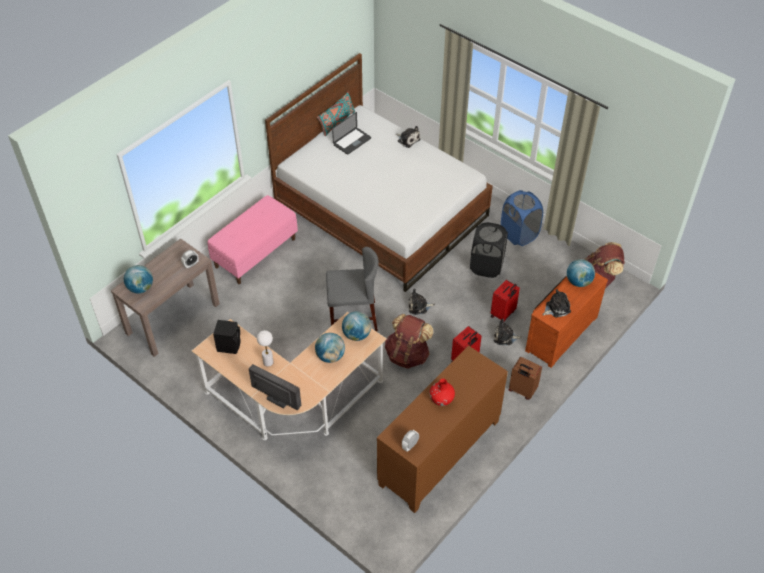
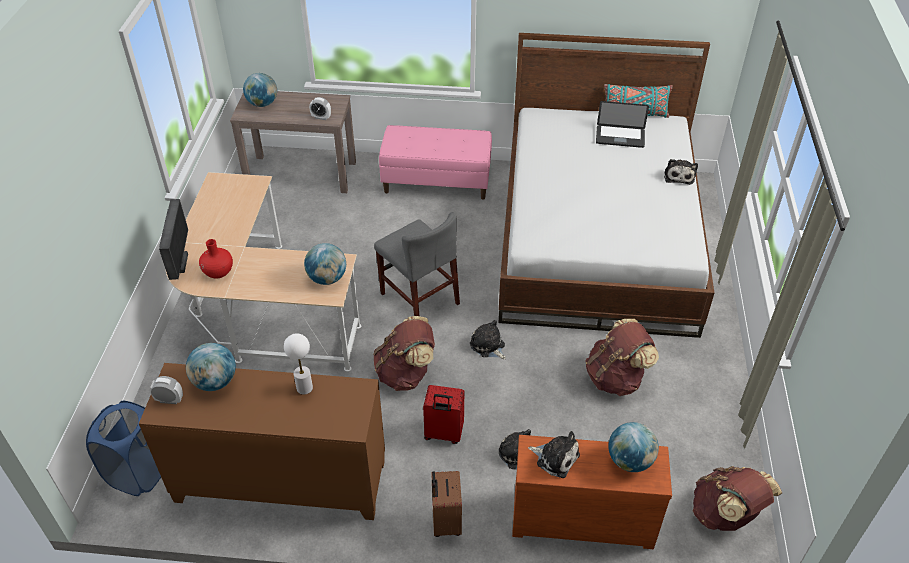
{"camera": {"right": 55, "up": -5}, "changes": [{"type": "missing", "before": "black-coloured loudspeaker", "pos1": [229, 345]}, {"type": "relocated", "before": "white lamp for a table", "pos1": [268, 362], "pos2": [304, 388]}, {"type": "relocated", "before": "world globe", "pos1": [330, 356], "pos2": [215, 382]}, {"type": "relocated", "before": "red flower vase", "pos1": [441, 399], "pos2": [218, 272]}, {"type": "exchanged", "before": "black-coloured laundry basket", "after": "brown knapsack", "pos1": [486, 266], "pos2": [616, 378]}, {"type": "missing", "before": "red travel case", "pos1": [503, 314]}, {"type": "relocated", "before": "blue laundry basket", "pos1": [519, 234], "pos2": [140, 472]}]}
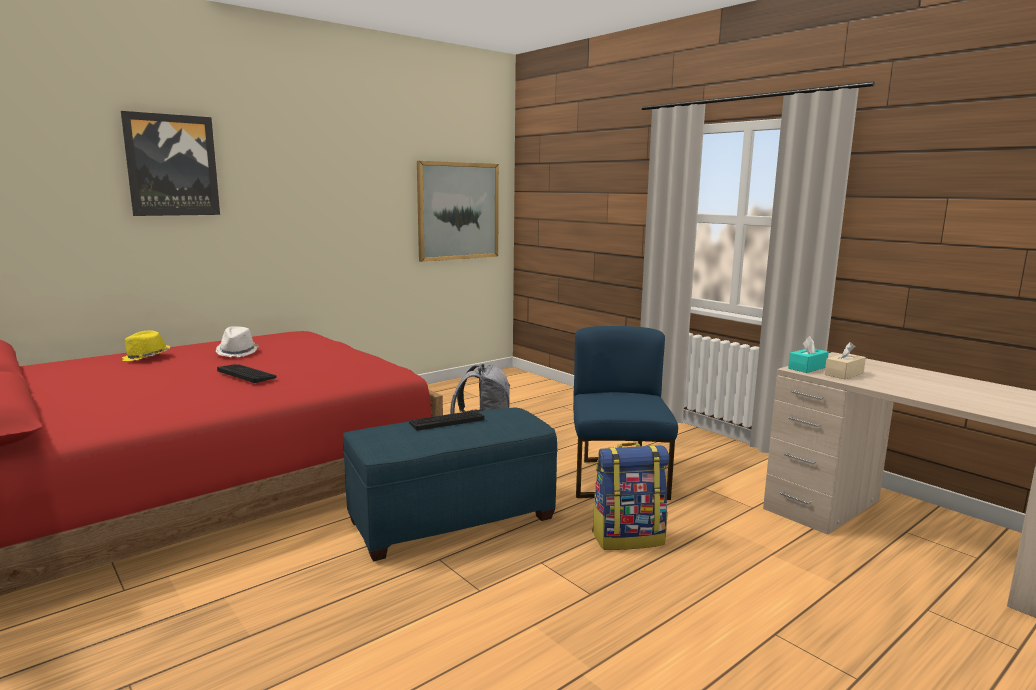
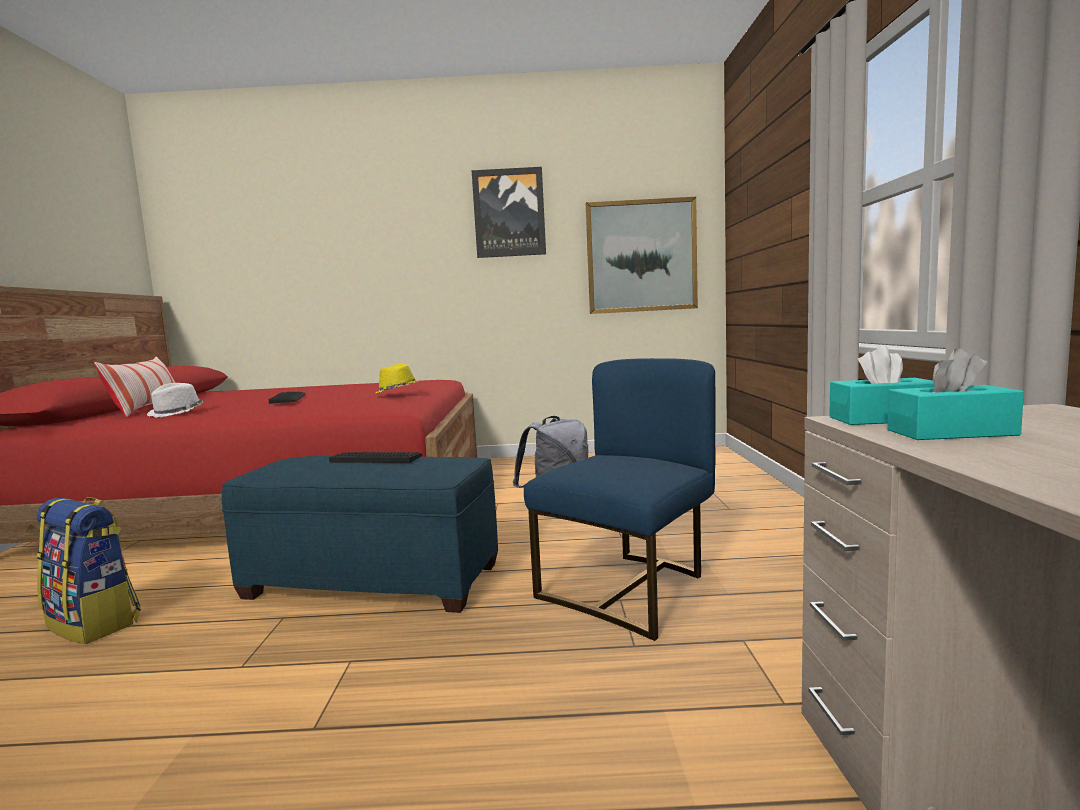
{"camera": {"right": 40, "up": -5}, "changes": [{"type": "relocated", "before": "picture", "pos1": [172, 165], "pos2": [509, 213]}, {"type": "relocated", "before": "yellow-coloured hat", "pos1": [146, 358], "pos2": [397, 392]}, {"type": "relocated", "before": "white hat", "pos1": [238, 352], "pos2": [177, 413]}, {"type": "relocated", "before": "knapsack", "pos1": [628, 538], "pos2": [95, 623]}, {"type": "colour", "before": "sand-coloured box of tissues", "after": "turquoise-coloured box of tissues", "pos1": [844, 374], "pos2": [951, 432]}, {"type": "appeared", "after": "pillow", "pos2": [147, 409]}]}
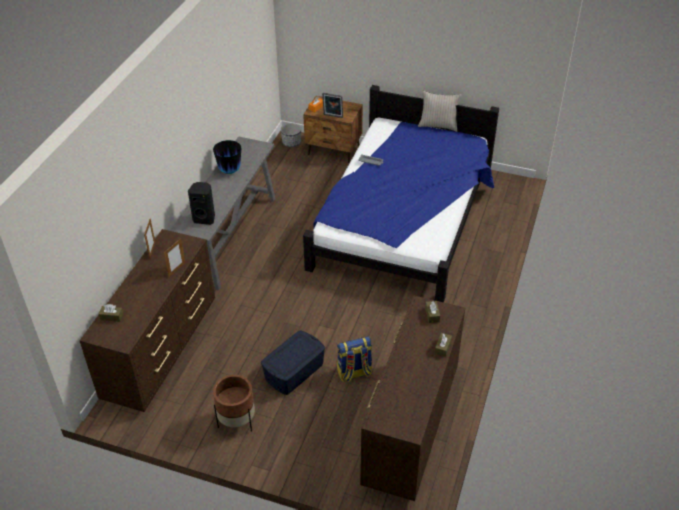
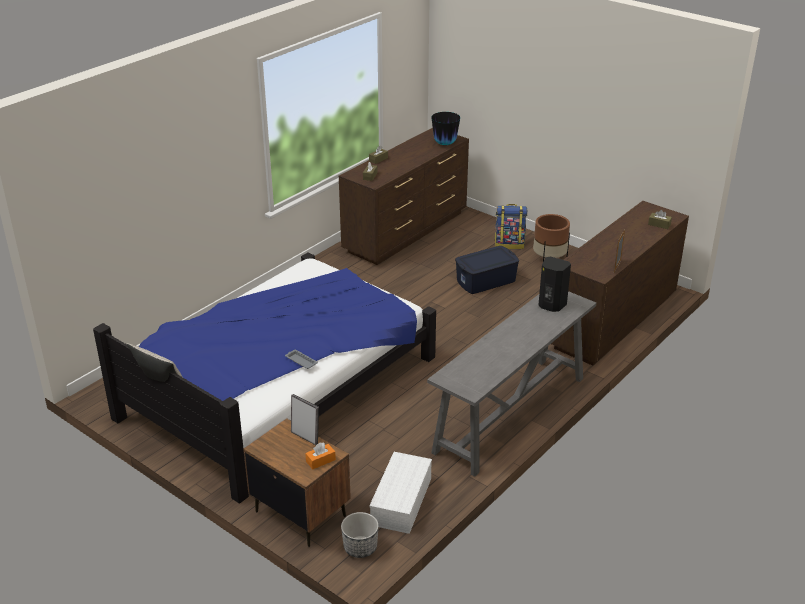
{"camera": {"right": -160, "up": -10}, "changes": [{"type": "missing", "before": "photo frame", "pos1": [177, 269]}, {"type": "relocated", "before": "flower vase", "pos1": [229, 171], "pos2": [445, 144]}, {"type": "relocated", "before": "knapsack", "pos1": [354, 373], "pos2": [509, 244]}, {"type": "appeared", "after": "white storage bin", "pos2": [402, 502]}]}
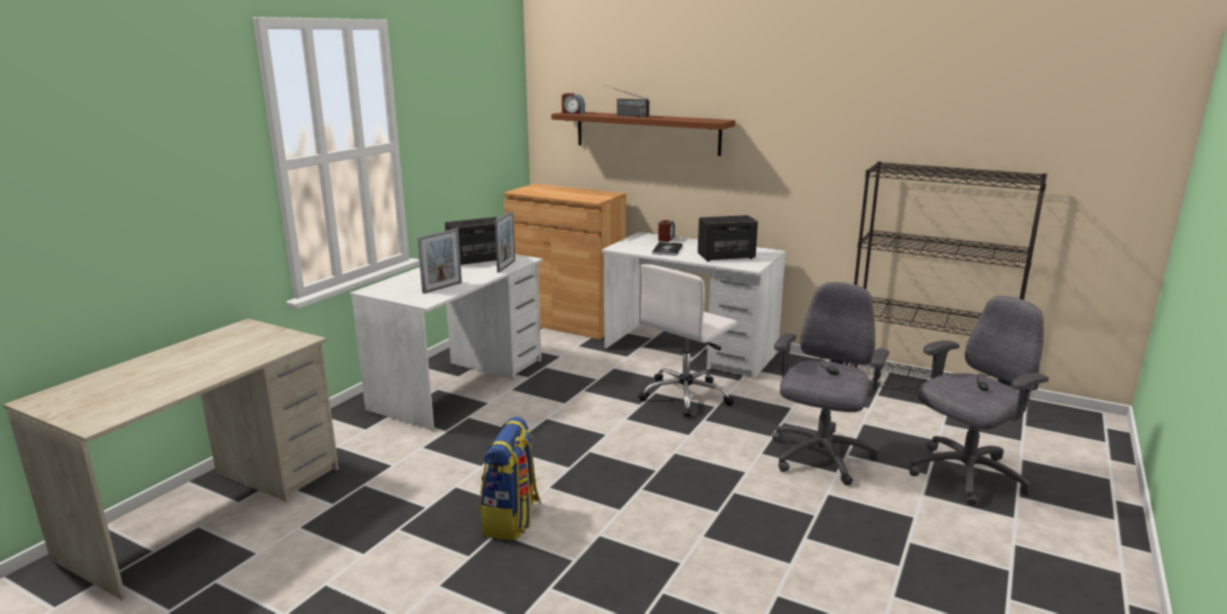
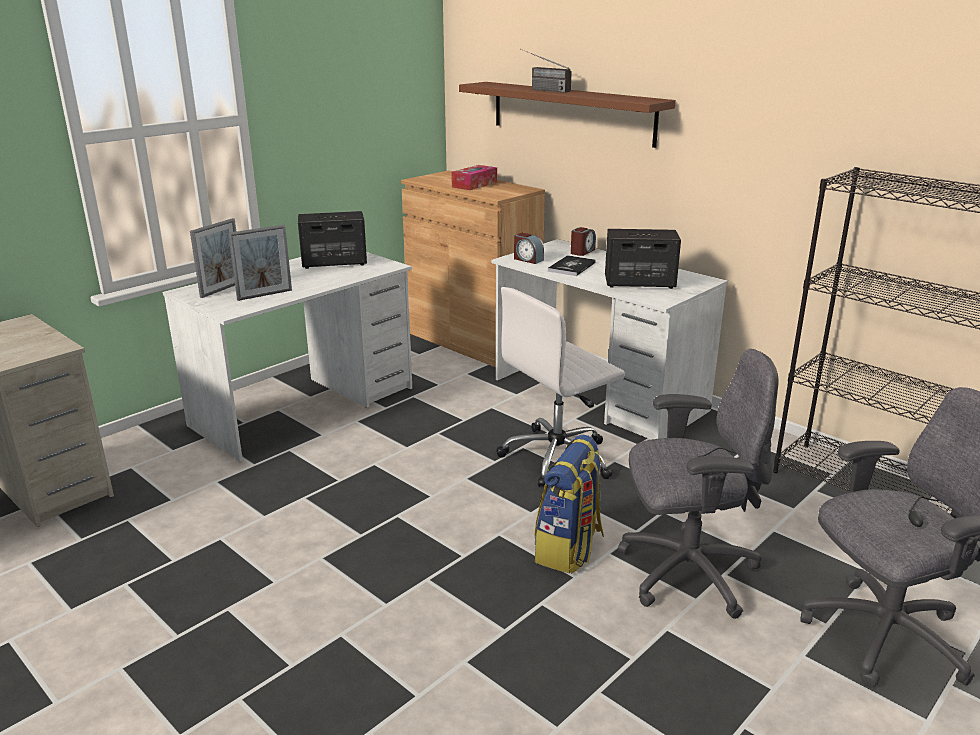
{"camera": {"right": 15, "up": 5}, "changes": [{"type": "relocated", "before": "knapsack", "pos1": [512, 520], "pos2": [569, 549]}, {"type": "relocated", "before": "photo frame", "pos1": [506, 266], "pos2": [222, 289]}, {"type": "relocated", "before": "alarm clock", "pos1": [572, 113], "pos2": [527, 259]}, {"type": "spun", "before": "gray computer chair", "pos1": [820, 457], "pos2": [685, 572], "turn": 45}, {"type": "appeared", "after": "box of tissues", "pos2": [474, 184]}]}
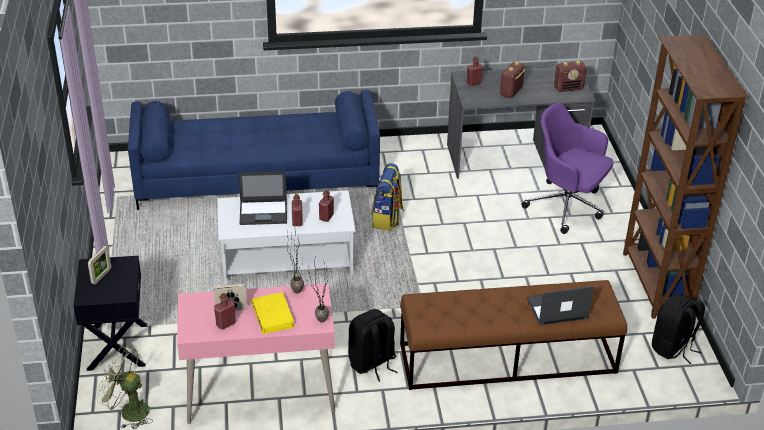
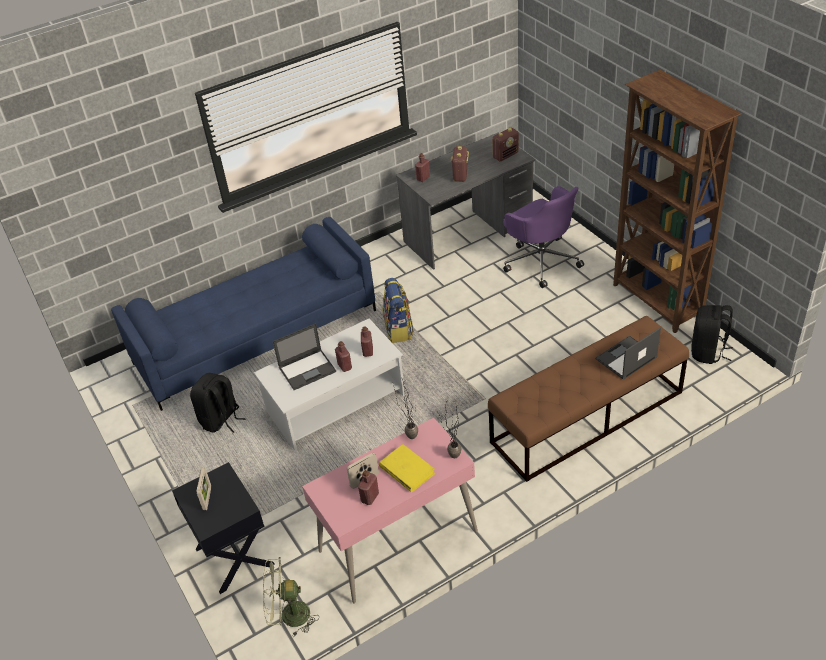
{"camera": {"right": -20, "up": 5}, "changes": [{"type": "relocated", "before": "black-coloured knapsack", "pos1": [372, 363], "pos2": [221, 420]}, {"type": "spun", "before": "purple computer chair", "pos1": [567, 207], "pos2": [541, 260], "turn": -135}]}
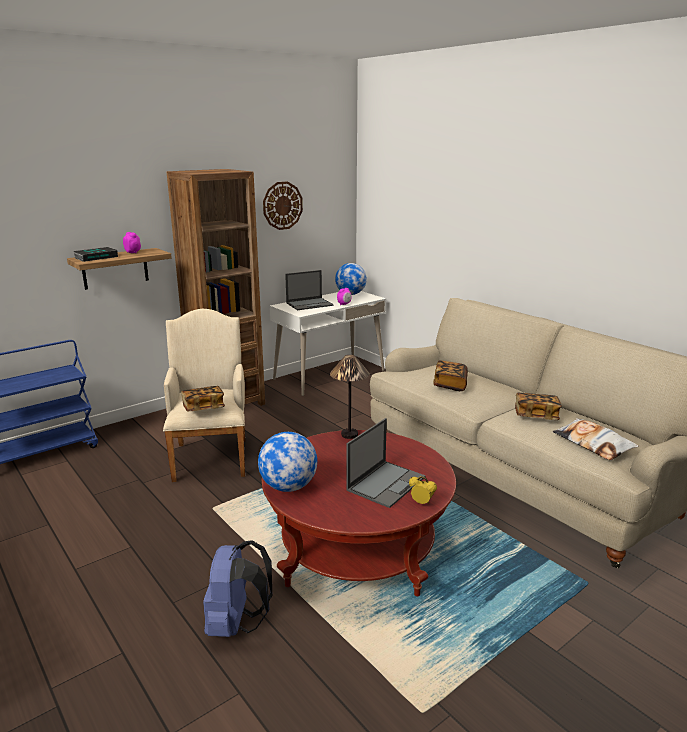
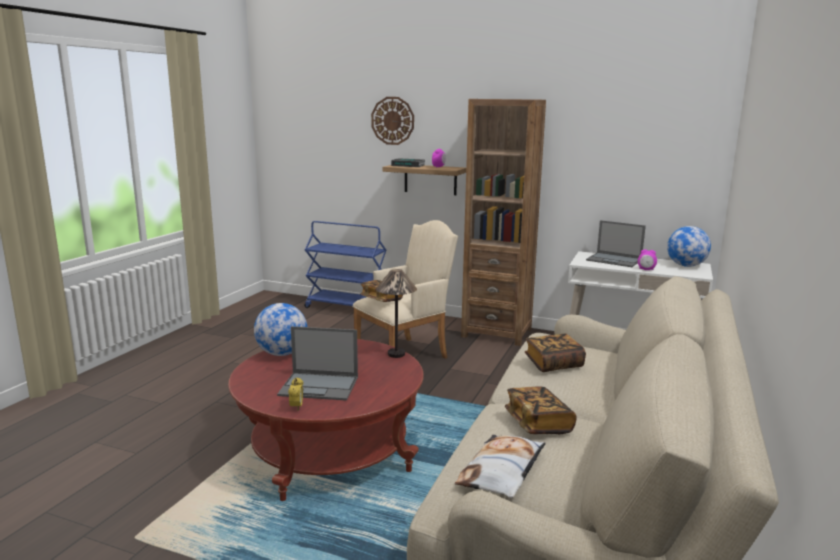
{"camera": {"right": 60, "up": -5}, "changes": [{"type": "missing", "before": "blue knapsack", "pos1": [236, 624]}, {"type": "relocated", "before": "clock on the wall", "pos1": [282, 205], "pos2": [392, 120]}]}
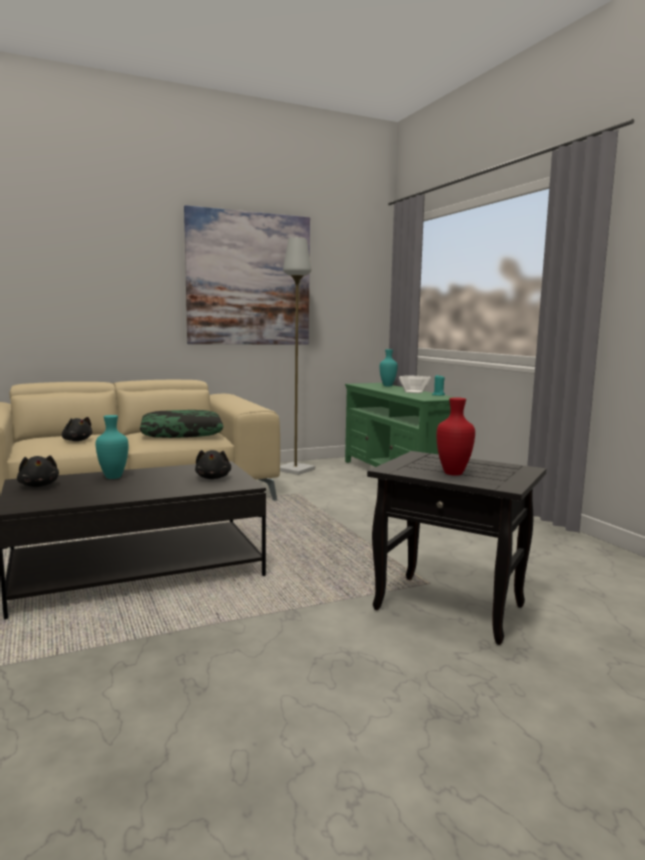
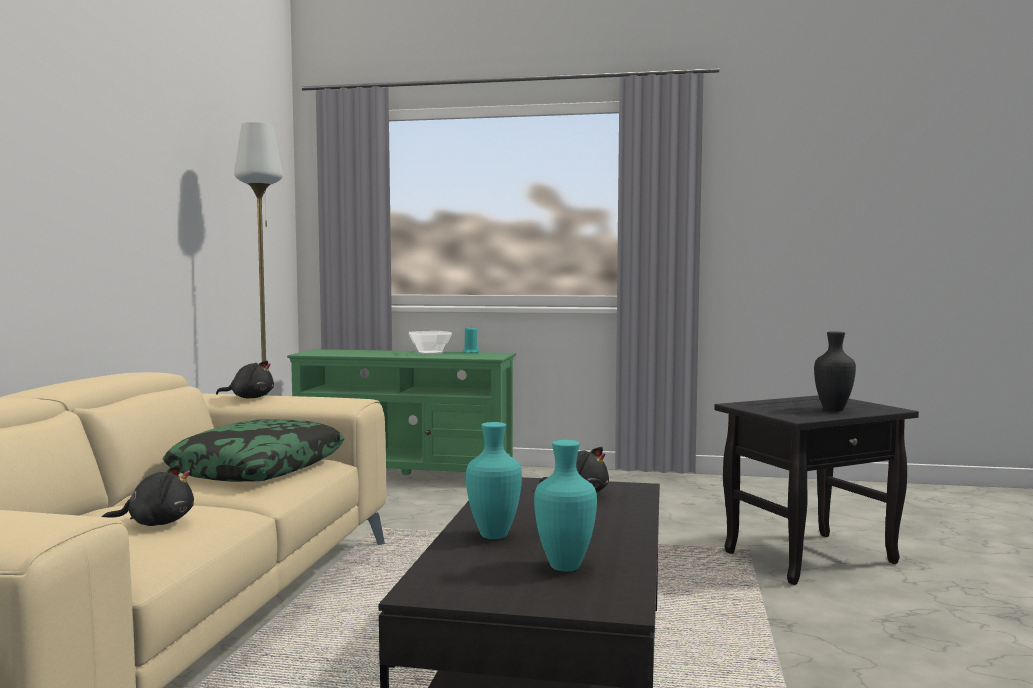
{"camera": {"right": -55, "up": -5}, "changes": [{"type": "relocated", "before": "black-coloured cuddly toy", "pos1": [39, 485], "pos2": [250, 398]}, {"type": "missing", "before": "picture", "pos1": [249, 279]}, {"type": "relocated", "before": "turquoise-coloured flower vase", "pos1": [387, 386], "pos2": [563, 566]}, {"type": "colour", "before": "red flower vase", "after": "black-coloured flower vase", "pos1": [454, 474], "pos2": [834, 410]}]}
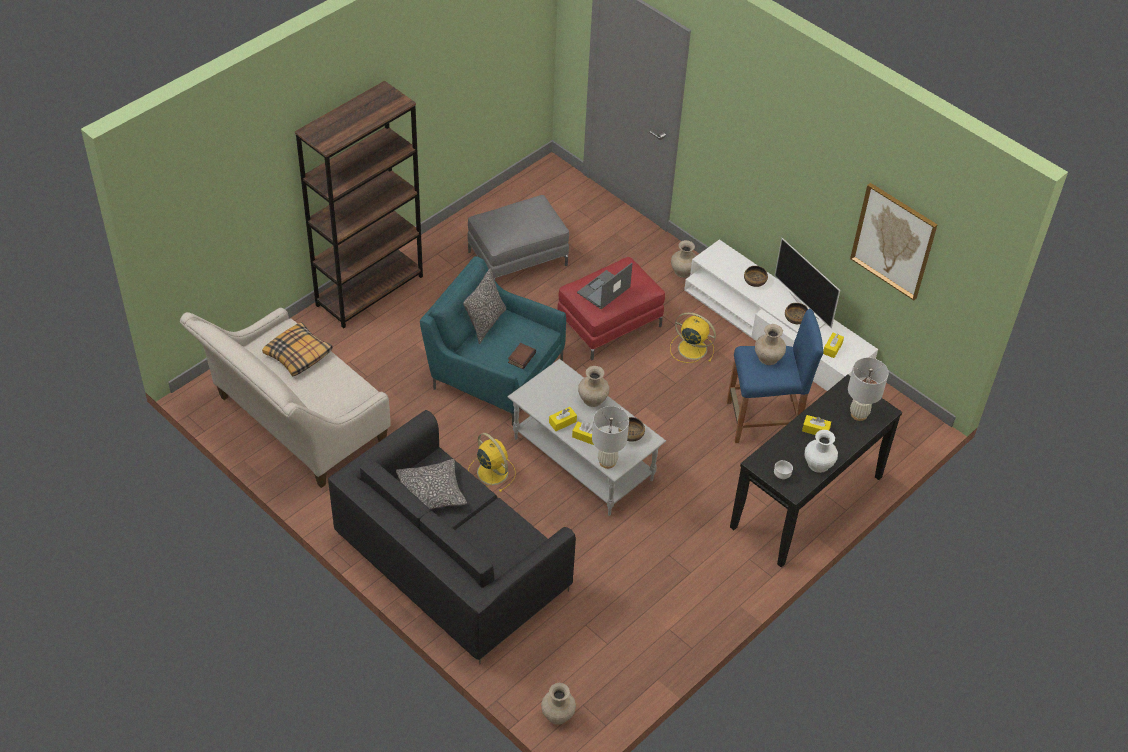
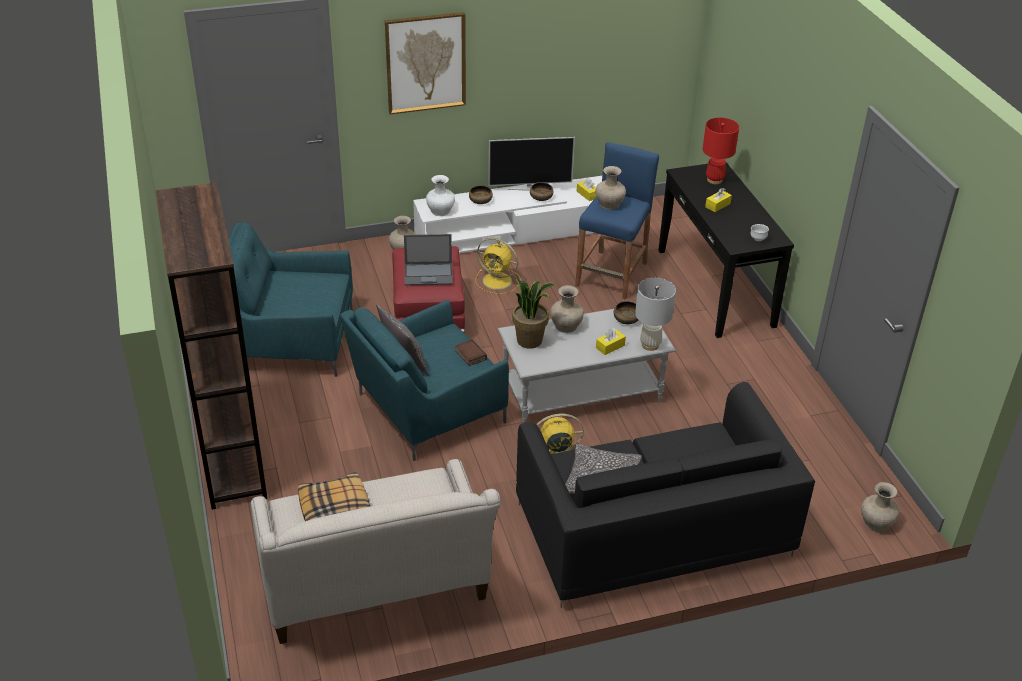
{"camera": {"right": -60, "up": -10}, "changes": [{"type": "exchanged", "before": "gray footrest", "after": "turquoise-coloured lounge chair", "pos1": [517, 258], "pos2": [290, 339]}, {"type": "missing", "before": "yellow-coloured box of tissues", "pos1": [562, 422]}, {"type": "spun", "before": "portable computer", "pos1": [603, 290], "pos2": [429, 274], "turn": -75}, {"type": "spun", "before": "yellow-coloured fan", "pos1": [691, 348], "pos2": [498, 281], "turn": -120}, {"type": "relocated", "before": "white flower vase", "pos1": [818, 463], "pos2": [440, 211]}, {"type": "colour", "before": "white lamp for a table", "after": "red lamp for a table", "pos1": [858, 414], "pos2": [714, 180]}, {"type": "relocated", "before": "picture", "pos1": [893, 241], "pos2": [425, 62]}, {"type": "appeared", "after": "plant in a pot", "pos2": [530, 340]}]}
